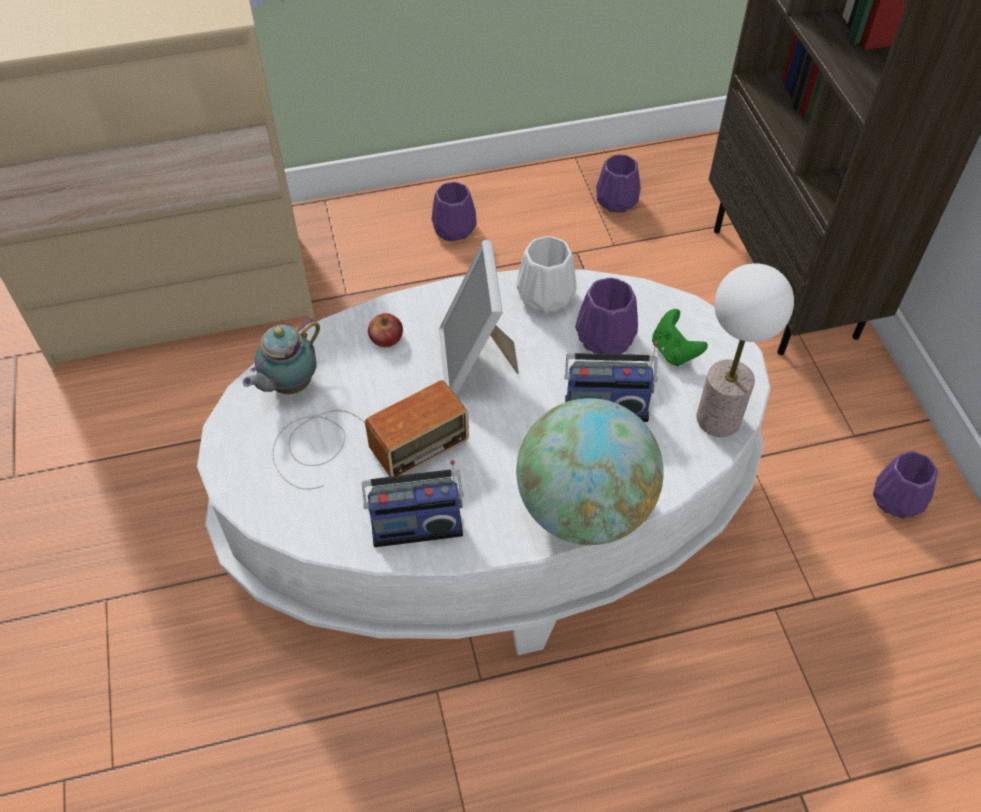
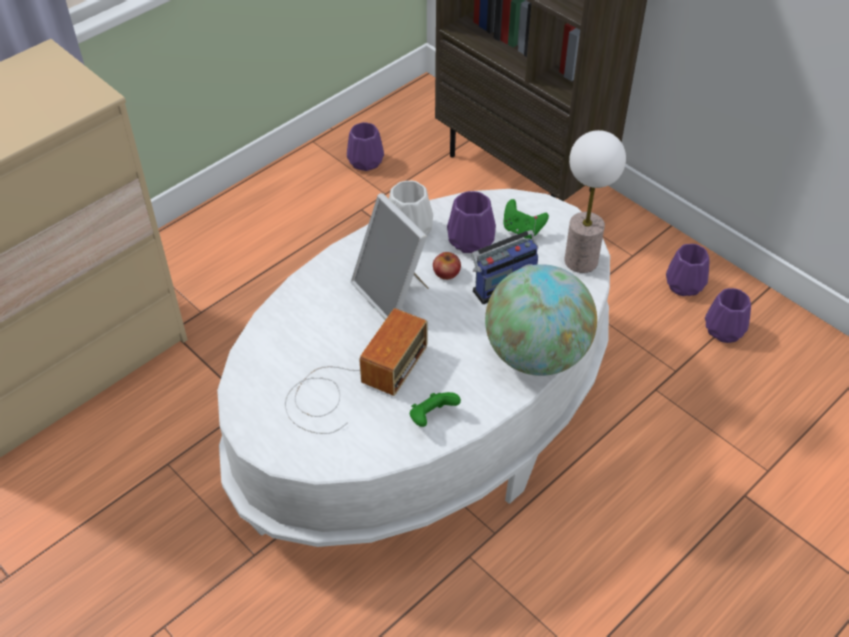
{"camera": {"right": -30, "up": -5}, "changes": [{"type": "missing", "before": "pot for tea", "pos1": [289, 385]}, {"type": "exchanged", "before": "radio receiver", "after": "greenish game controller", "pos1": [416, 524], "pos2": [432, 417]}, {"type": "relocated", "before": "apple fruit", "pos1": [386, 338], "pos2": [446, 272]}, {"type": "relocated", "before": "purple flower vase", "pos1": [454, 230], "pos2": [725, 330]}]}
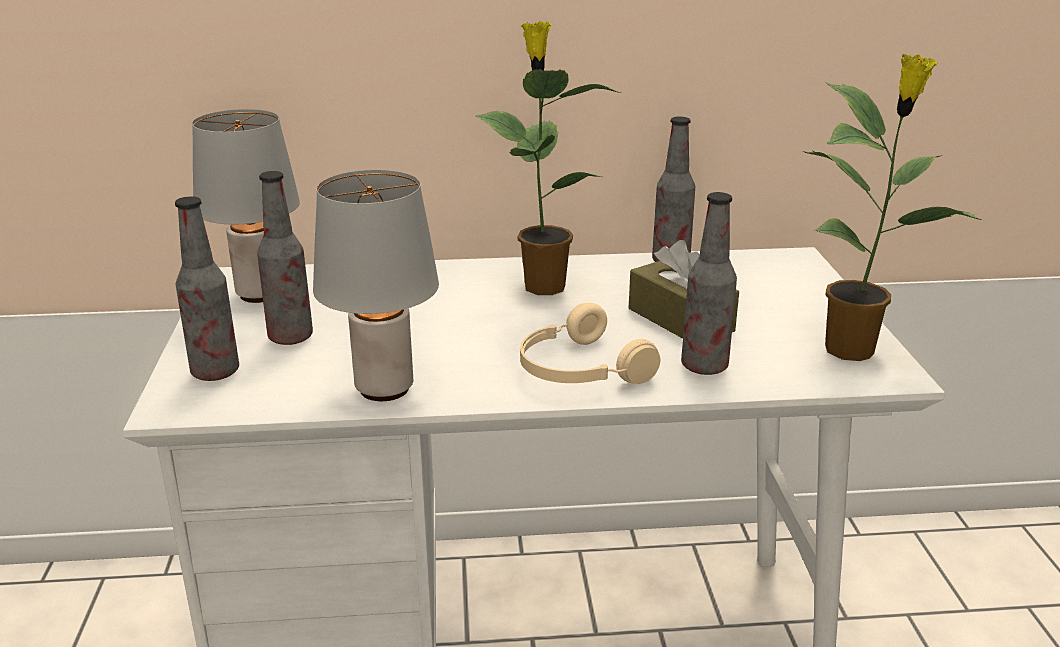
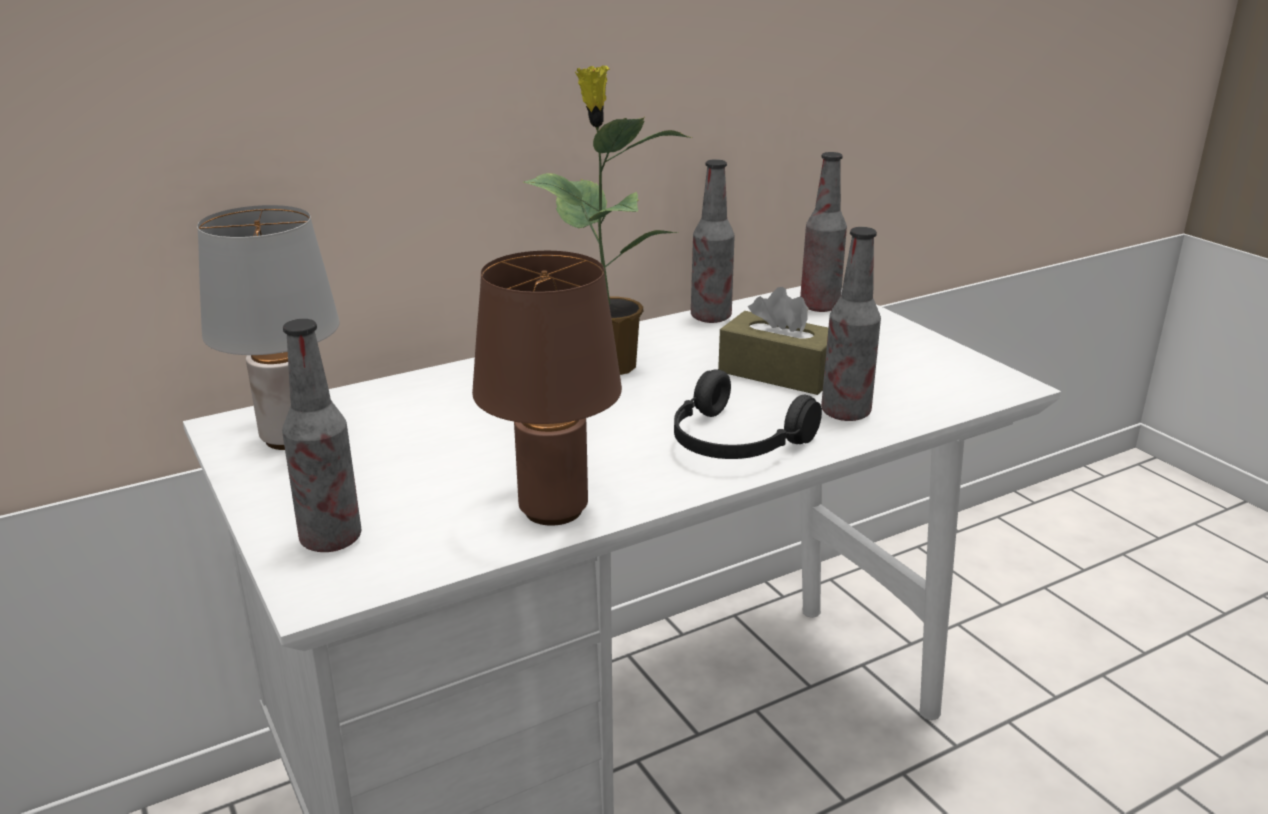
{"camera": {"right": -25, "up": 0}, "changes": [{"type": "relocated", "before": "bottle", "pos1": [290, 337], "pos2": [819, 307]}, {"type": "colour", "before": "gray lamp for a table", "after": "brown lamp for a table", "pos1": [382, 389], "pos2": [552, 511]}, {"type": "colour", "before": "sand-coloured pair of headphones", "after": "black-coloured pair of headphones", "pos1": [579, 370], "pos2": [734, 443]}, {"type": "missing", "before": "plant in a pot", "pos1": [853, 350]}]}
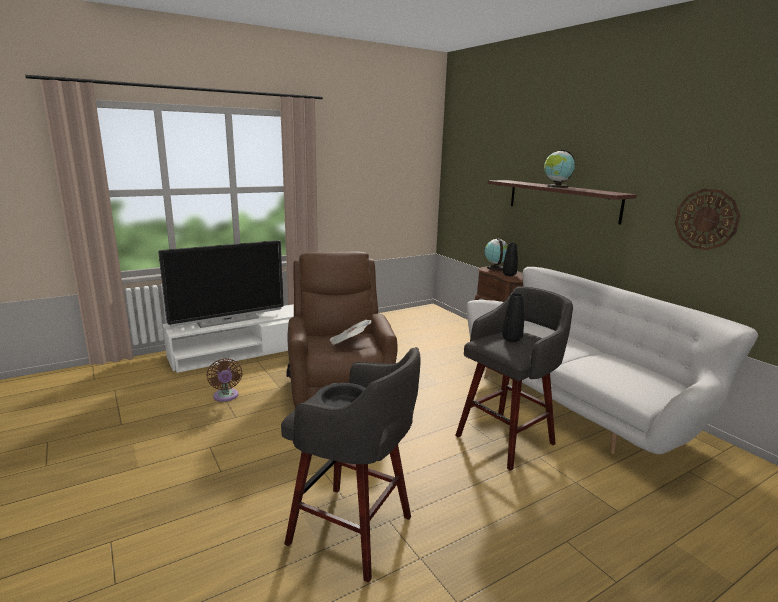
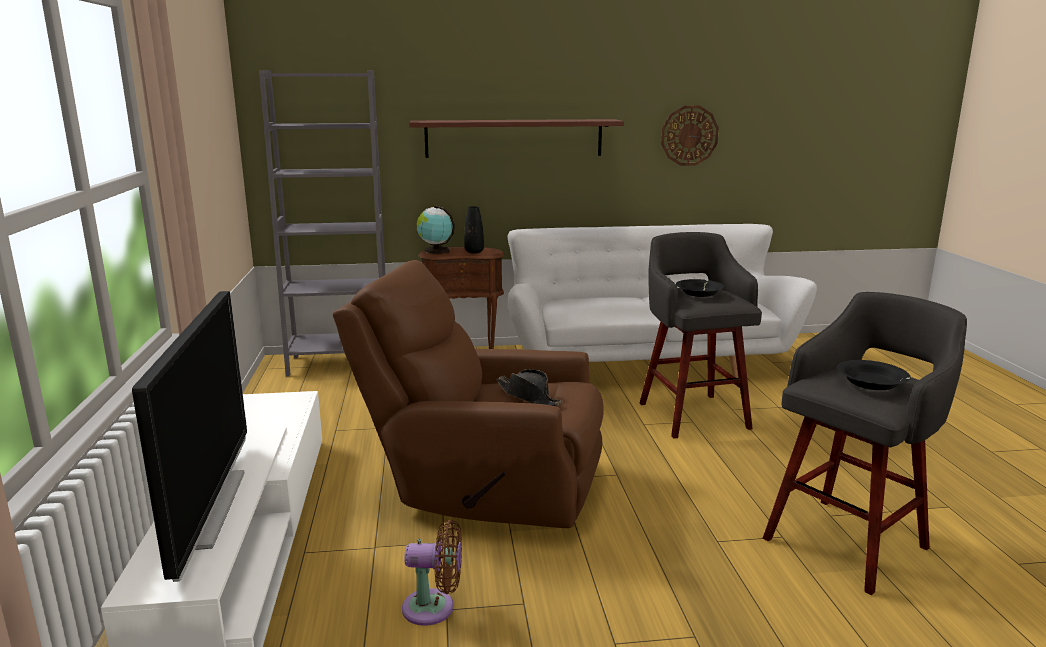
{"camera": {"right": -65, "up": 0}, "changes": [{"type": "exchanged", "before": "daily paper", "after": "black-coloured hat", "pos1": [349, 342], "pos2": [528, 396]}, {"type": "exchanged", "before": "black-coloured flower vase", "after": "black-coloured serving bowl", "pos1": [511, 339], "pos2": [699, 294]}, {"type": "missing", "before": "world globe", "pos1": [556, 186]}, {"type": "appeared", "after": "gray bookcase", "pos2": [340, 363]}]}
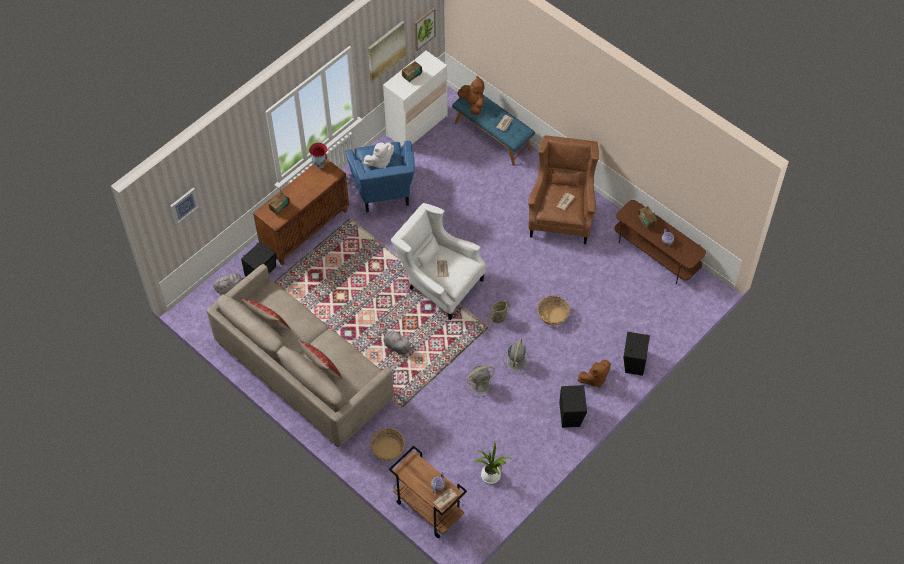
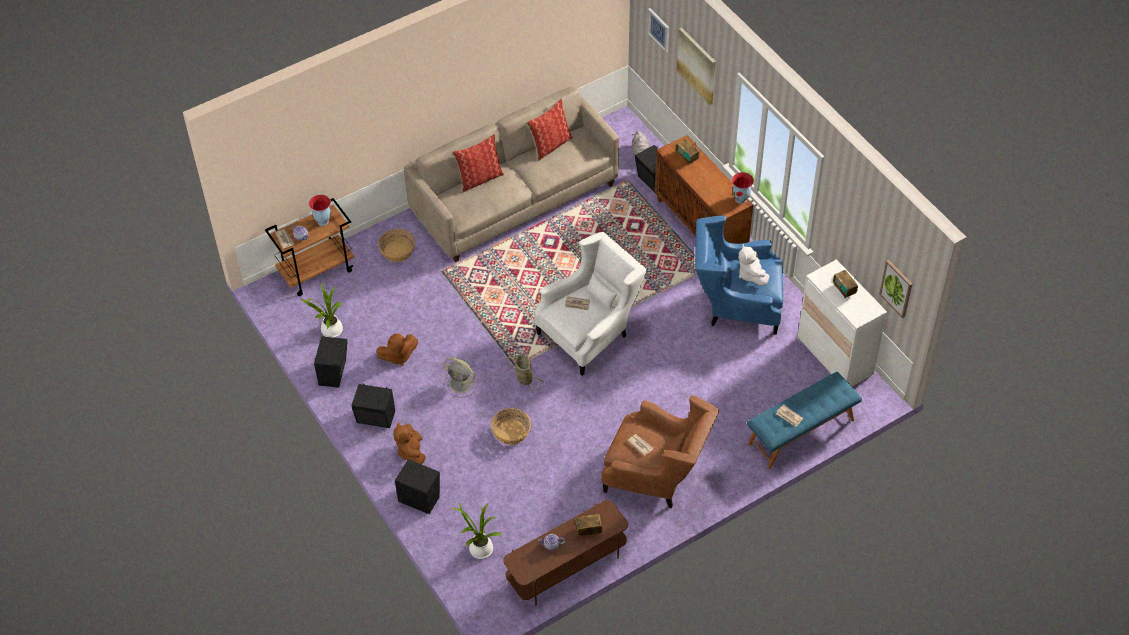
{"camera": {"right": 105, "up": -5}, "changes": [{"type": "relocated", "before": "picture", "pos1": [386, 50], "pos2": [697, 65]}, {"type": "missing", "before": "gray cuddly toy", "pos1": [396, 346]}, {"type": "relocated", "before": "brown cuddly toy", "pos1": [472, 104], "pos2": [398, 356]}, {"type": "missing", "before": "gray fan", "pos1": [481, 384]}, {"type": "appeared", "after": "flower vase", "pos2": [322, 221]}, {"type": "appeared", "after": "black-coloured loudspeaker", "pos2": [334, 372]}, {"type": "appeared", "after": "plant in a pot", "pos2": [479, 548]}]}
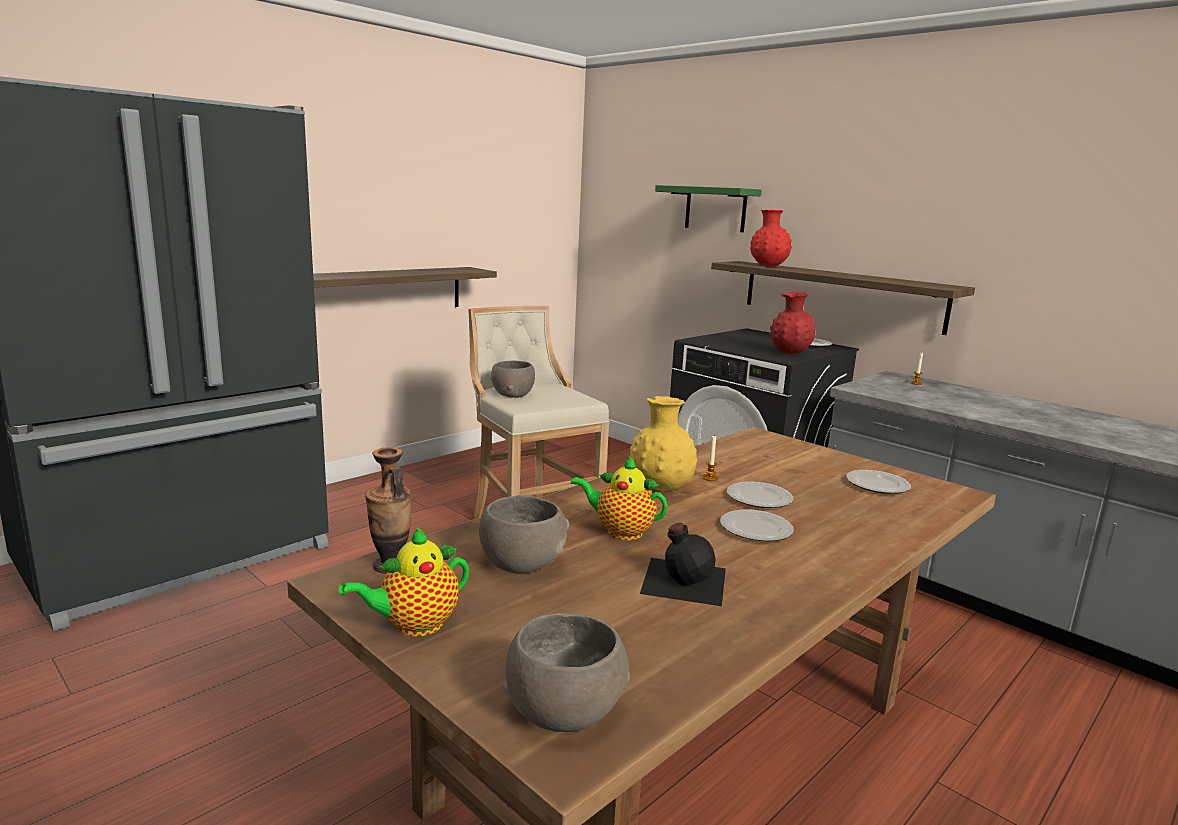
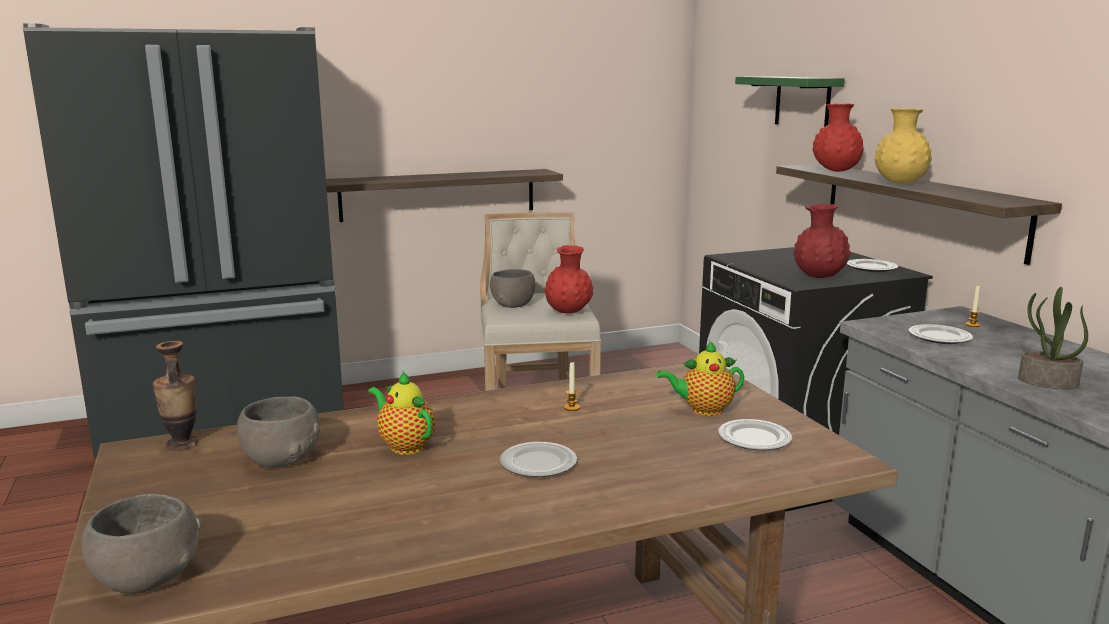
{"camera": {"right": 25, "up": 0}, "changes": [{"type": "relocated", "before": "pot for tea", "pos1": [414, 625], "pos2": [703, 410]}, {"type": "relocated", "before": "yellow-coloured flower vase", "pos1": [661, 488], "pos2": [899, 183]}, {"type": "missing", "before": "black-coloured bottle", "pos1": [683, 579]}, {"type": "relocated", "before": "plate", "pos1": [759, 498], "pos2": [940, 337]}, {"type": "appeared", "after": "red flower vase", "pos2": [568, 312]}, {"type": "appeared", "after": "plant in a pot", "pos2": [1047, 382]}]}
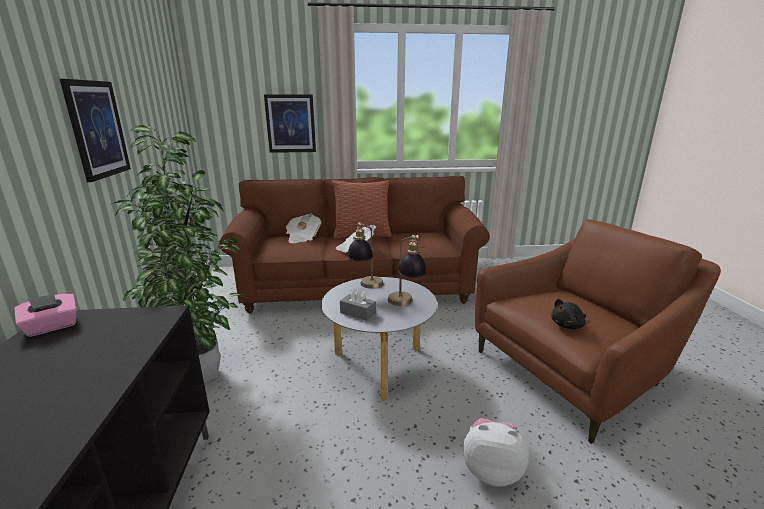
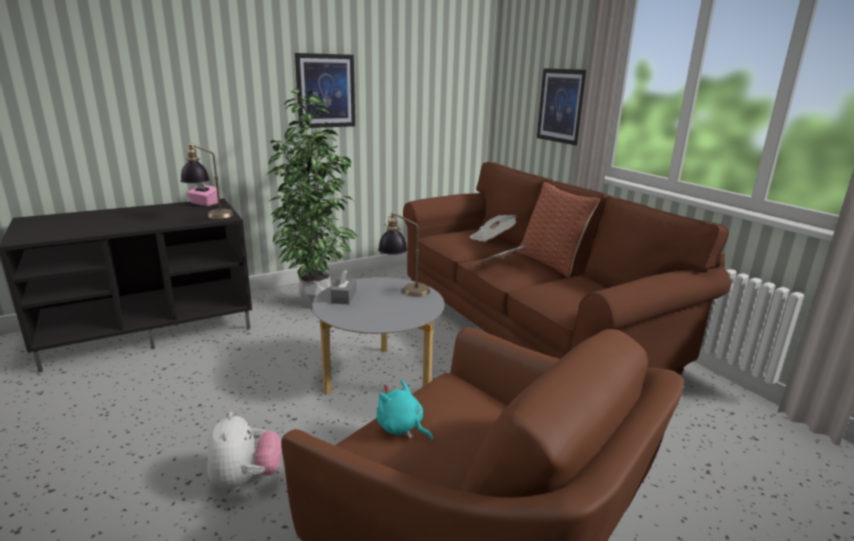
{"camera": {"right": 65, "up": 0}, "changes": [{"type": "relocated", "before": "lamp for a table", "pos1": [405, 304], "pos2": [210, 217]}, {"type": "colour", "before": "black-coloured cuddly toy", "after": "turquoise-coloured cuddly toy", "pos1": [568, 325], "pos2": [402, 428]}]}
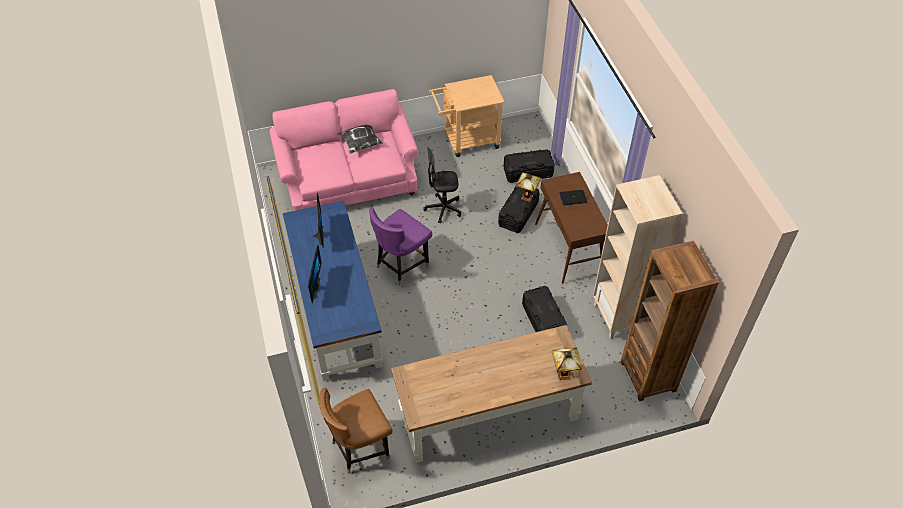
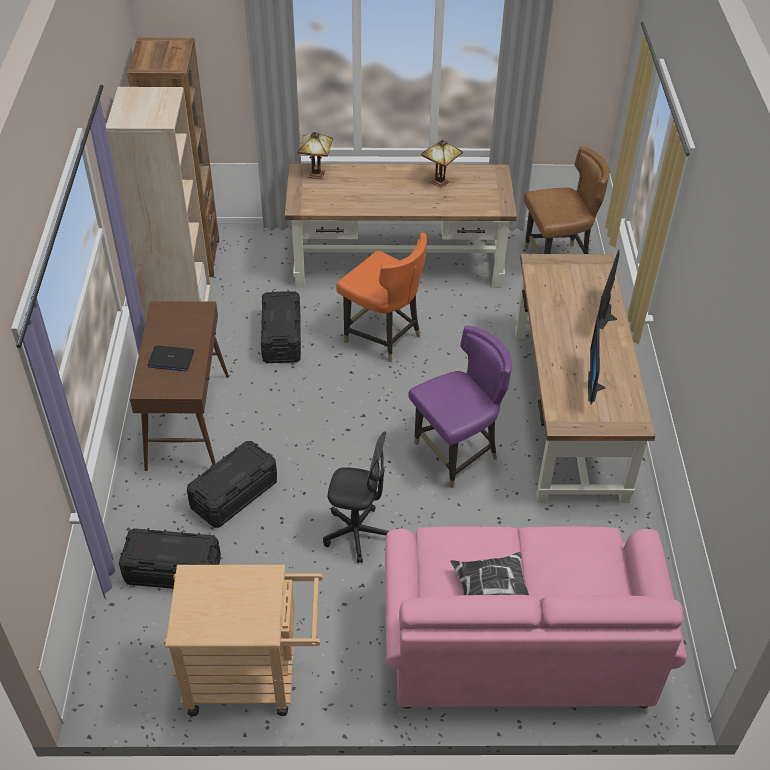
{"camera": {"right": -165, "up": -5}, "changes": [{"type": "colour", "before": "blue desk table", "after": "brown desk table", "pos1": [336, 310], "pos2": [568, 412]}, {"type": "relocated", "before": "lamp for a table", "pos1": [527, 198], "pos2": [439, 181]}, {"type": "appeared", "after": "orangey plain chair", "pos2": [383, 337]}]}
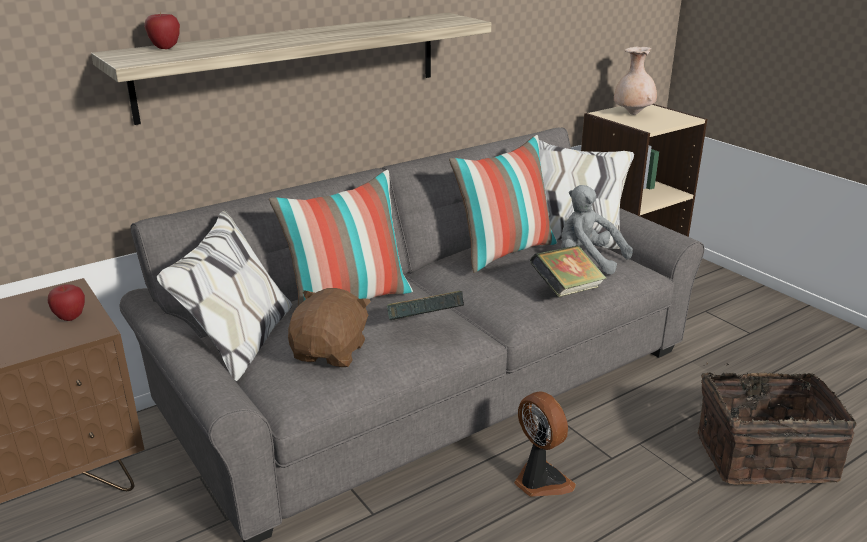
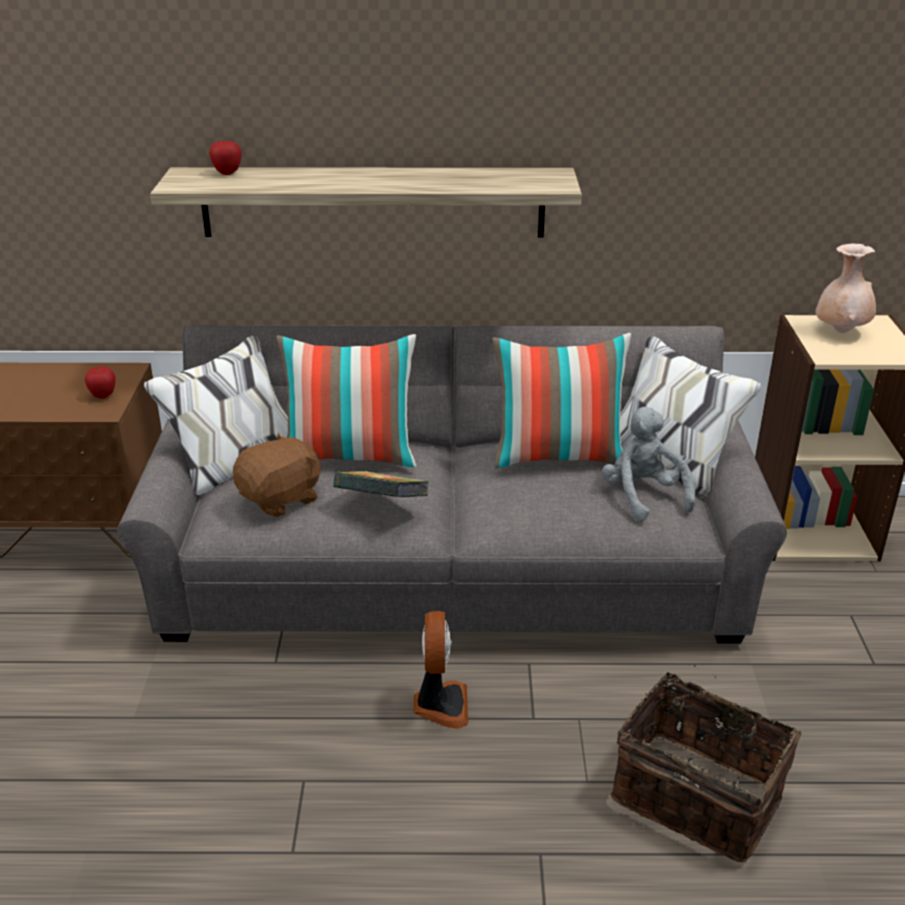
{"camera": {"right": 35, "up": 5}, "changes": [{"type": "missing", "before": "book", "pos1": [566, 290]}]}
